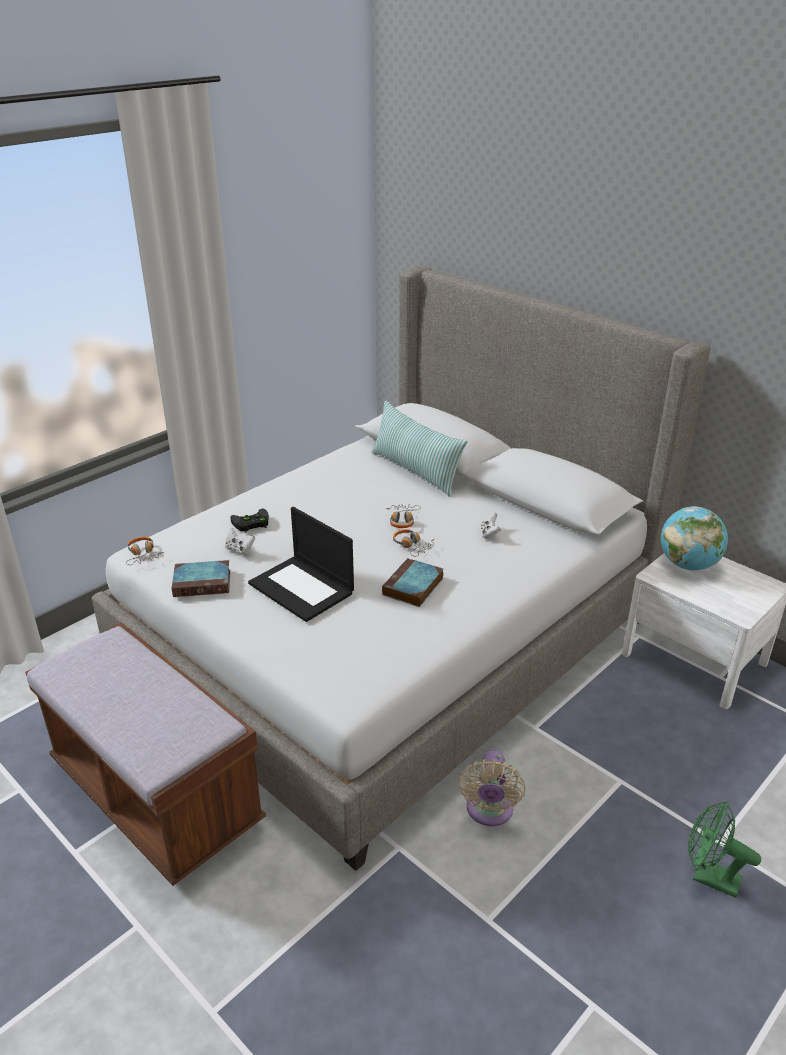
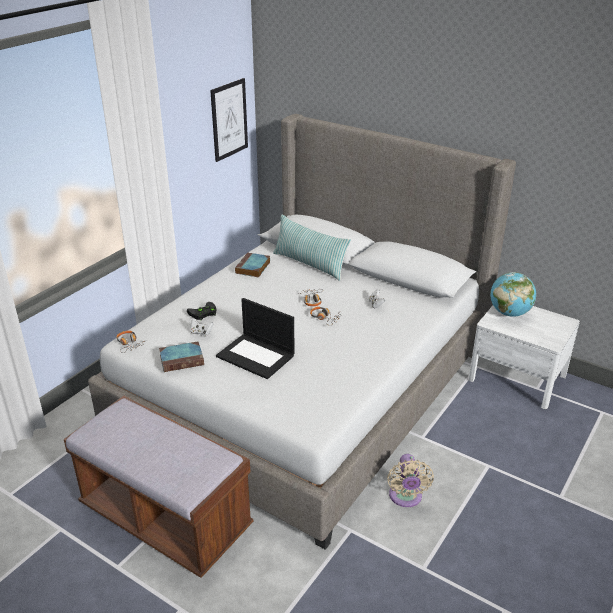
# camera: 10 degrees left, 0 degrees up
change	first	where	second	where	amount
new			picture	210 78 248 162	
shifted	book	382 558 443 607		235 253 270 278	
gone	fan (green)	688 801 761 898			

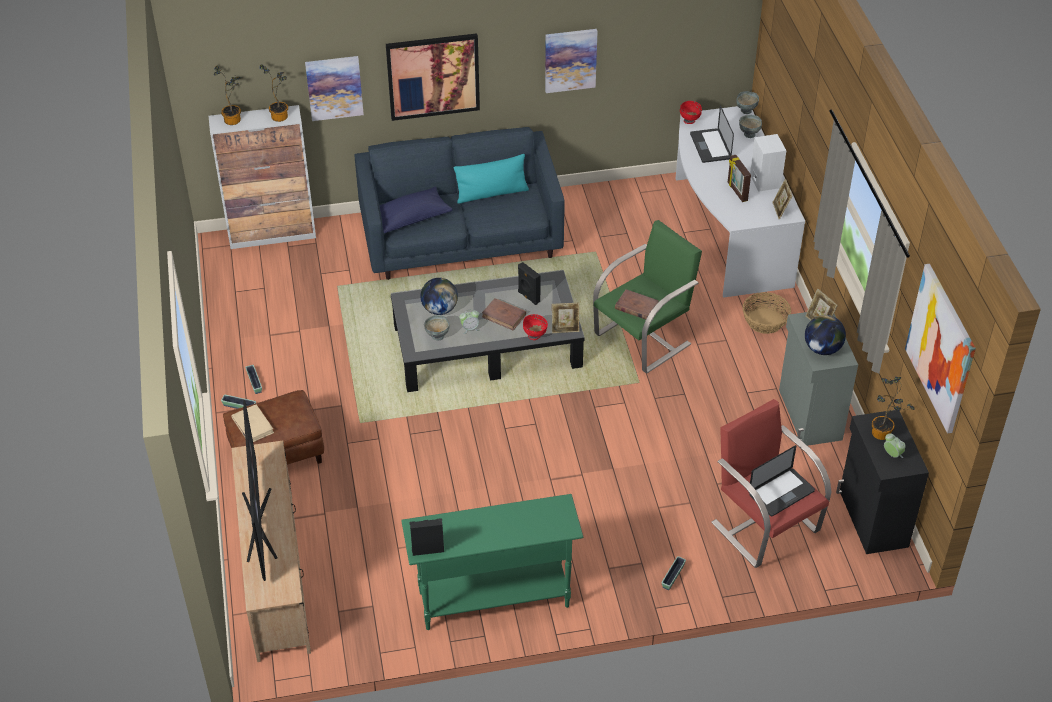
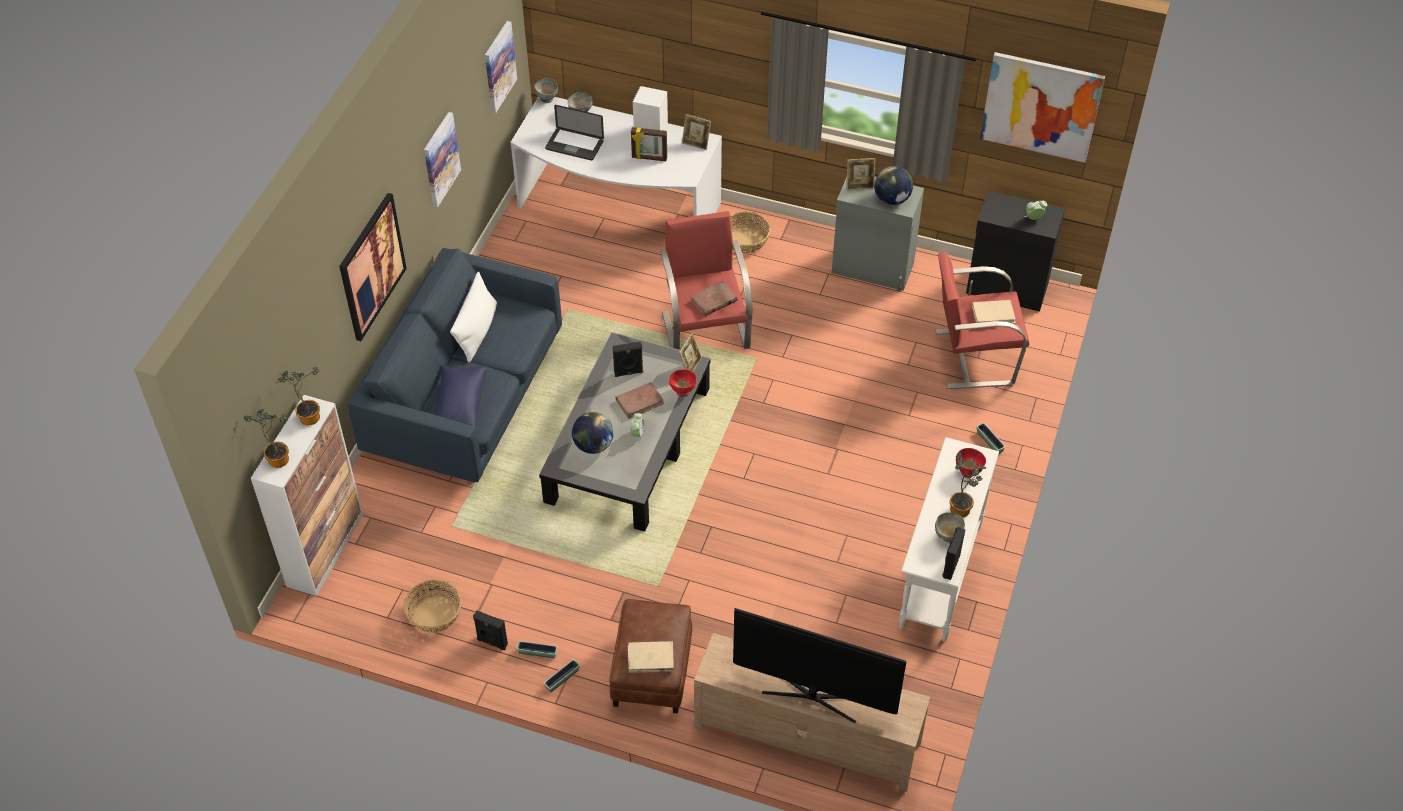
# camera: 60 degrees left, 5 degrees up
change	first	where	second	where	amount
new			basket	403 579 462 633	
repainted	pillow (turquoise)	454 154 529 204	pillow (white)	450 272 497 363	
new			speaker (black)	473 611 508 650	
shifted	picture	305 56 364 121		485 21 517 113	
repainted	armchair (green)	593 220 702 373	armchair (red)	660 211 752 350	
repainted	console table (green)	401 494 584 630	console table (white)	899 437 999 642	
shifted	bowl (grey)	424 315 450 341		935 512 965 542	
shifted	potted plant	872 377 915 440		950 452 986 517	
shifted	bowl (red)	680 101 702 124		956 448 986 478	
swapped	laptop	749 445 815 516	book (beige)	972 300 1016 324	

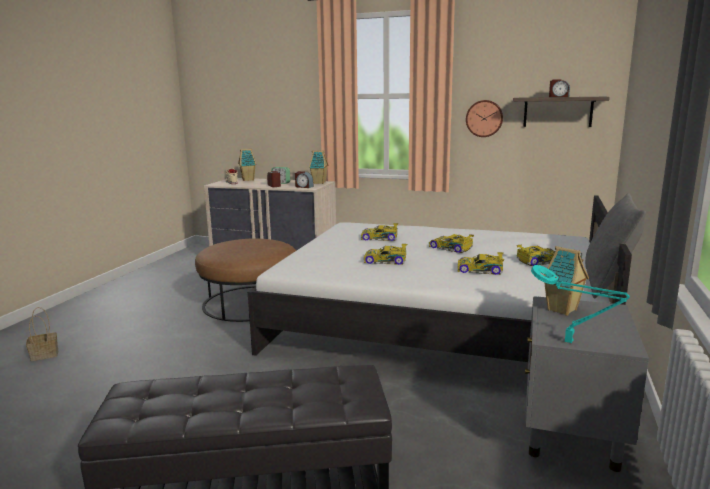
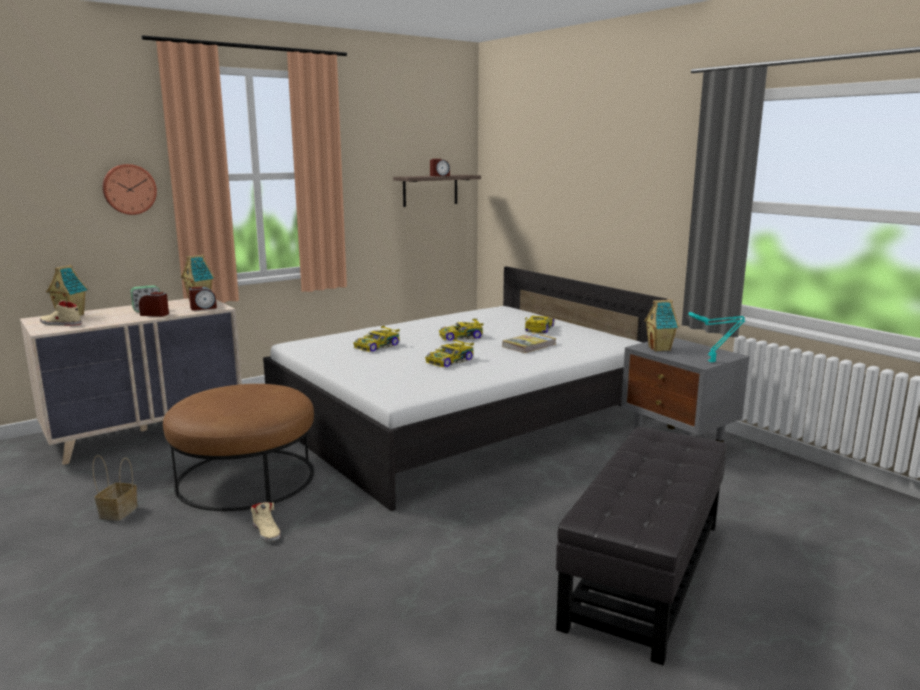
# camera: 55 degrees left, 0 degrees up
change	first	where	second	where	amount
shifted	basket	26 307 58 361		92 455 138 521	
shifted	wall clock	466 100 503 137		102 164 157 215	
new			shoe (beige)	251 502 281 542	
swapped	toy car	458 252 504 275	book	502 333 557 353	
gone	pillow (grey)	585 193 646 298			

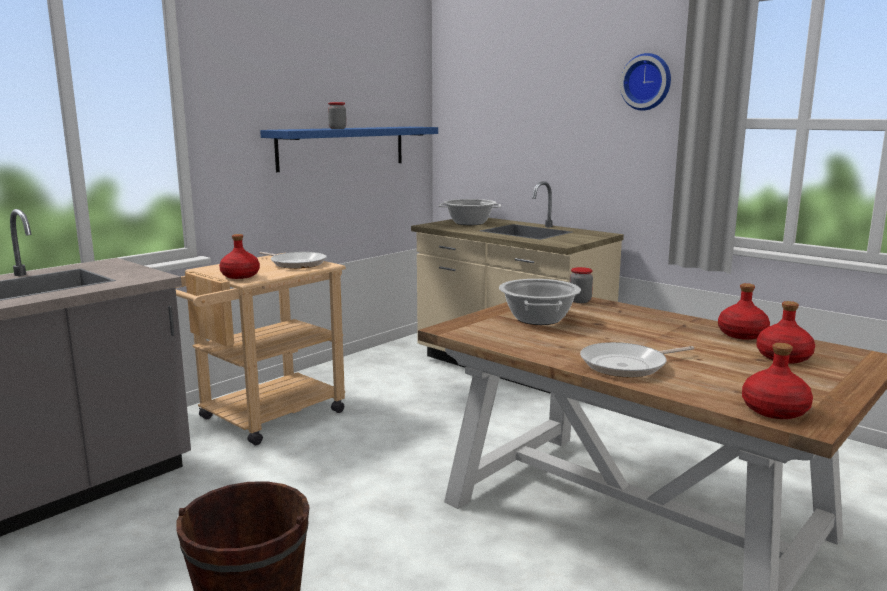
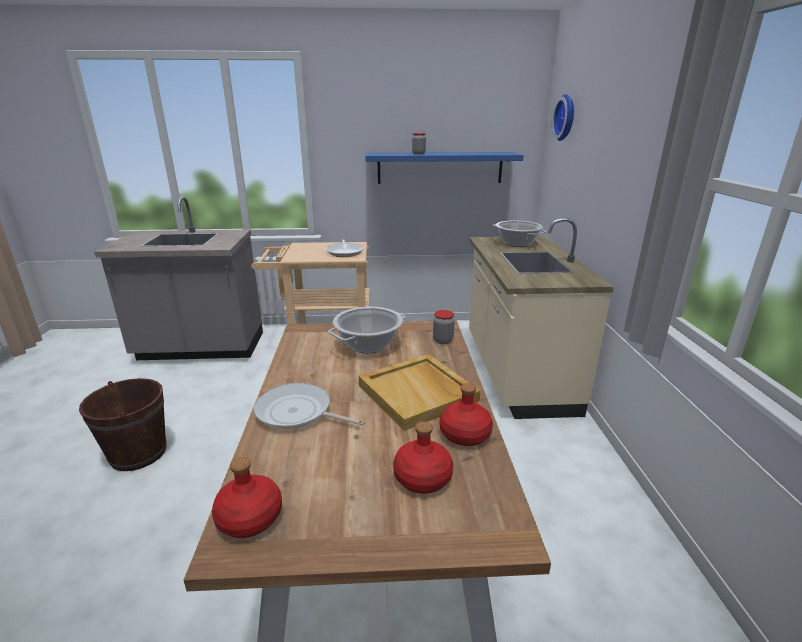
# camera: 45 degrees right, 10 degrees up
change	first	where	second	where	amount
new			tray (beige)	359 354 480 431	
shifted	wall clock	620 53 671 111		552 94 574 141	
gone	bottle (red)	219 234 260 279			

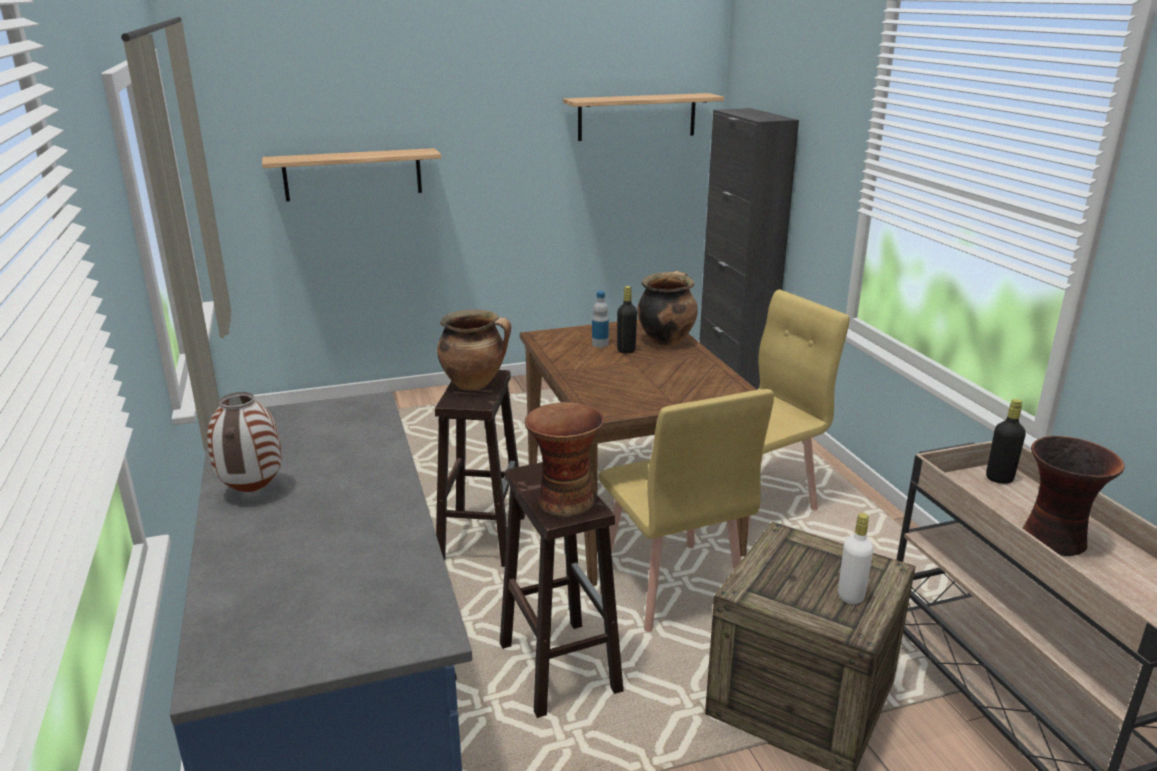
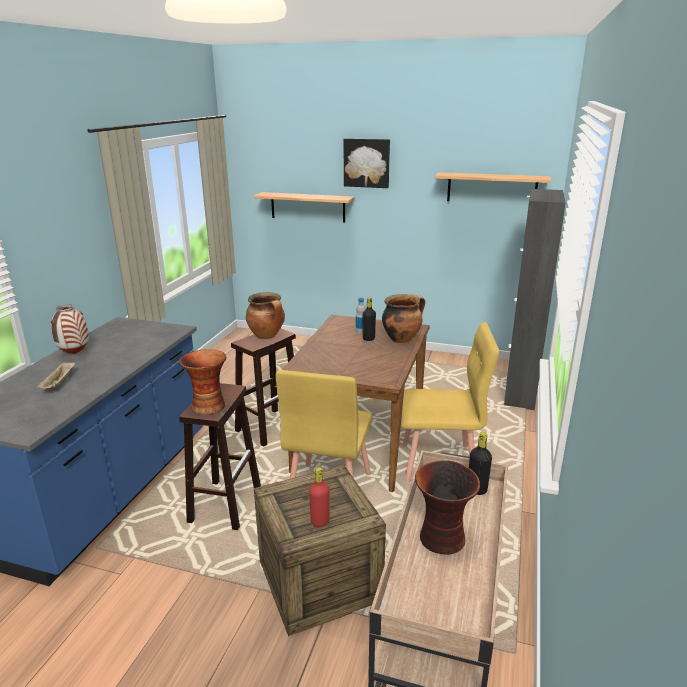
# camera: 35 degrees right, 0 degrees up
change	first	where	second	where	amount
new			tray (beige)	37 361 75 389	
repainted	bottle (white)	838 513 873 604	bottle (red)	309 467 330 527	
new			picture	344 138 390 188	

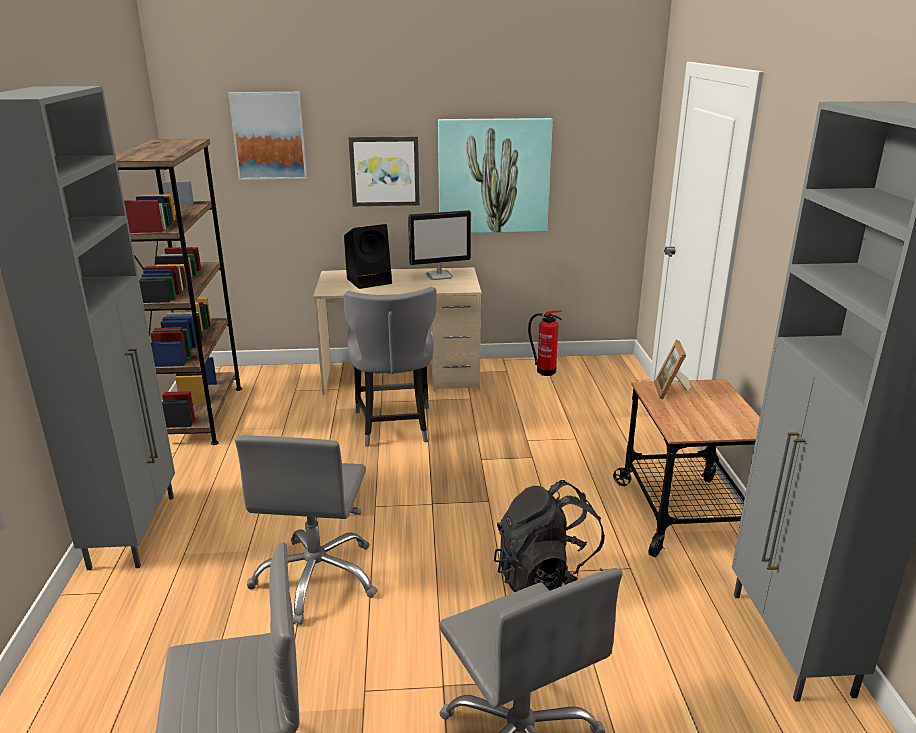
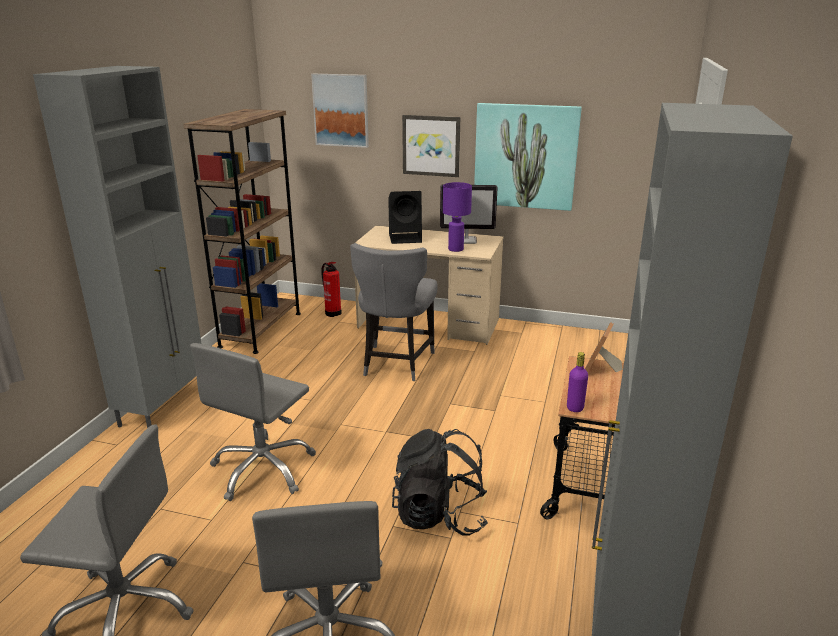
# camera: 20 degrees right, 0 degrees up
change	first	where	second	where	amount
shifted	fire extinguisher	528 310 562 376		321 262 342 317	
new			table lamp (purple)	443 182 472 252	
new			bottle (purple)	567 352 588 412	

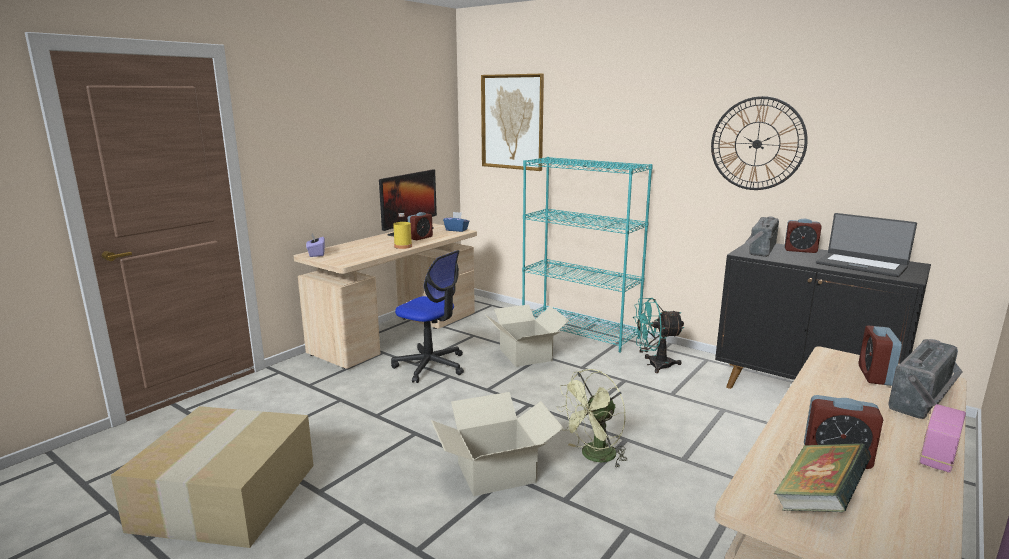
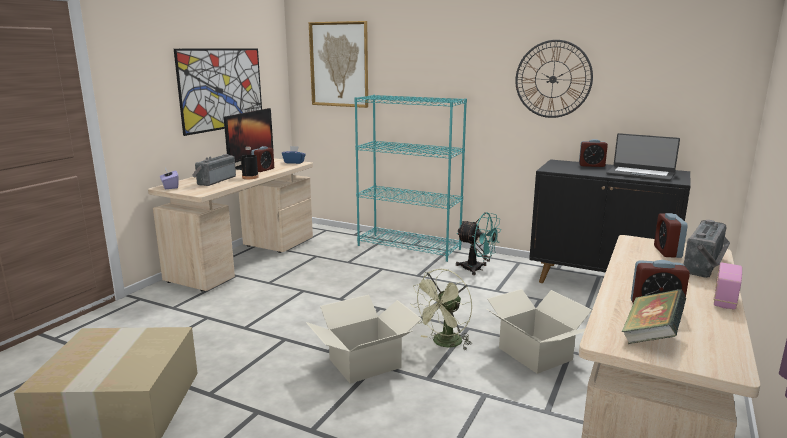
# camera: 10 degrees left, 0 degrees up
change	first	where	second	where	amount
new			picture	174 48 262 136	
shifted	radio	745 217 779 257		192 154 236 186	
repainted	bottle (yellow)	393 213 412 249	bottle (black)	241 147 259 179	
rotated	fan (turquoise)	633 298 684 373		456 212 501 275	135 degrees counterclockwise
shifted	cardboard box	484 305 569 367		487 289 592 374	
gone	office chair	391 250 464 383			

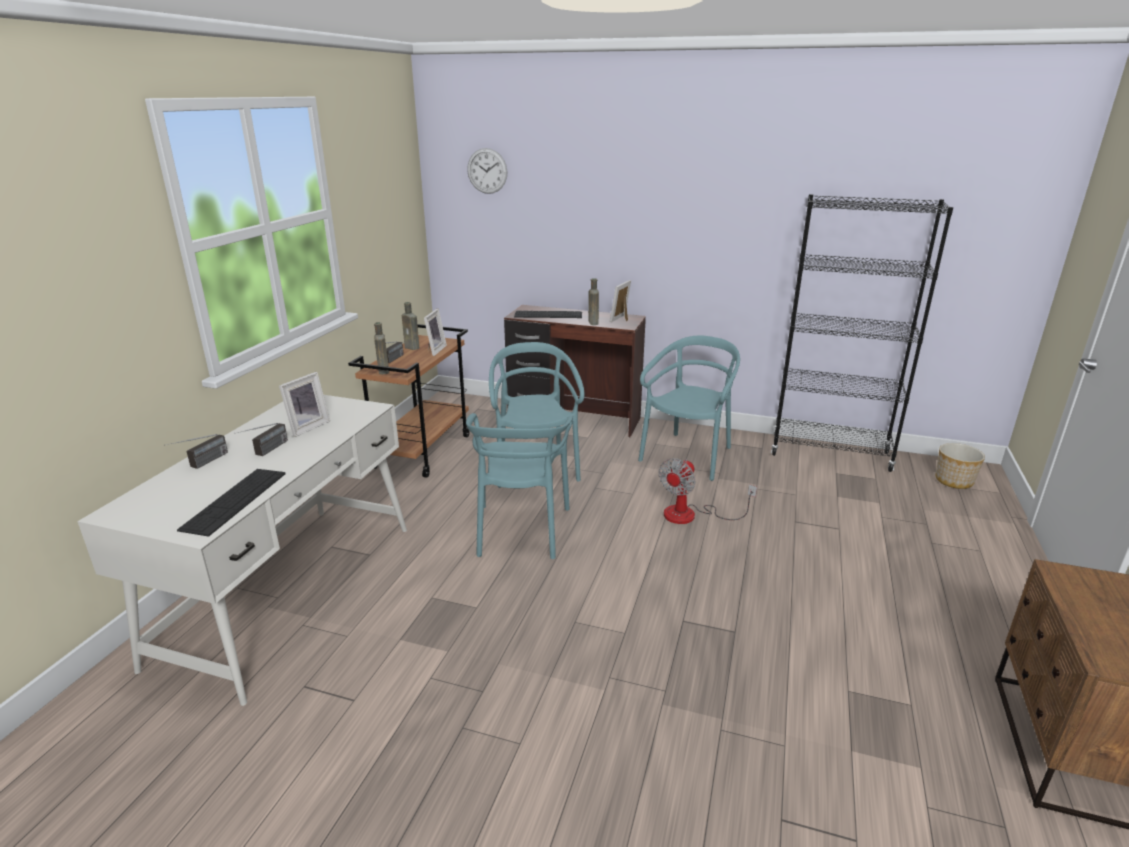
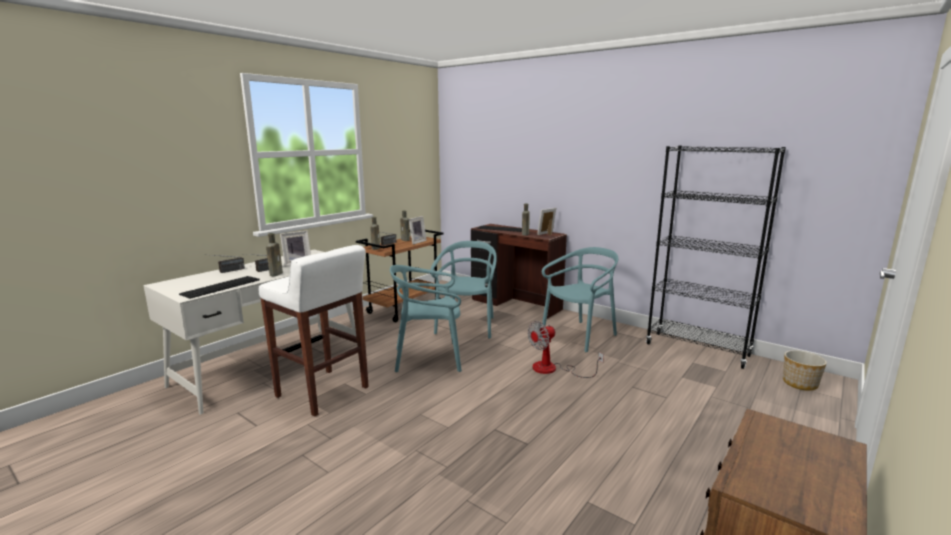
# camera: 20 degrees right, 10 degrees down
change	first	where	second	where	amount
new			stool (white)	258 245 369 417	
new			bottle (brown)	266 233 283 276	
rotated	chair (turquoise)	466 413 573 559		390 265 462 372	60 degrees clockwise
gone	wall clock	467 148 507 194			

